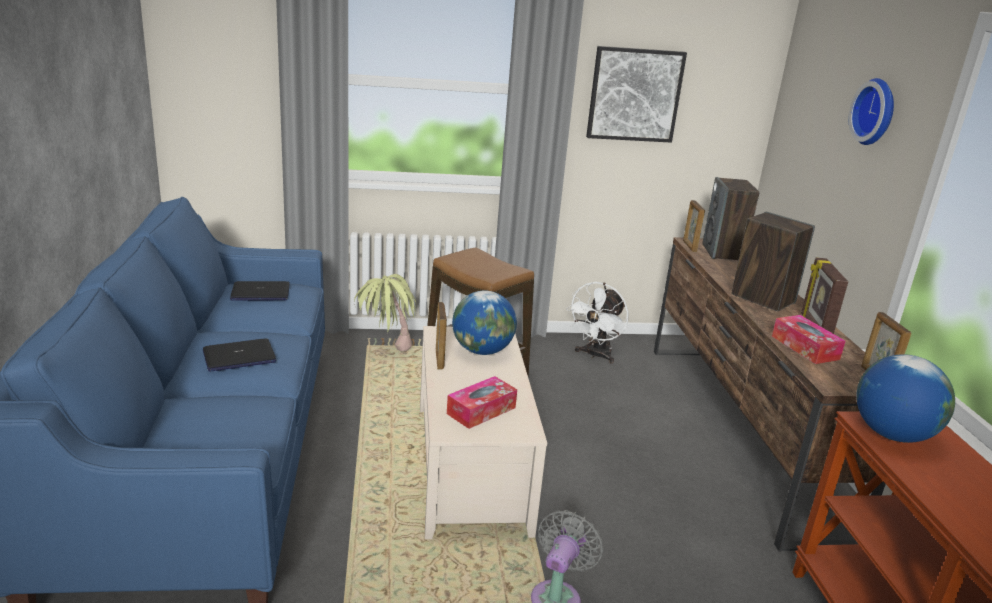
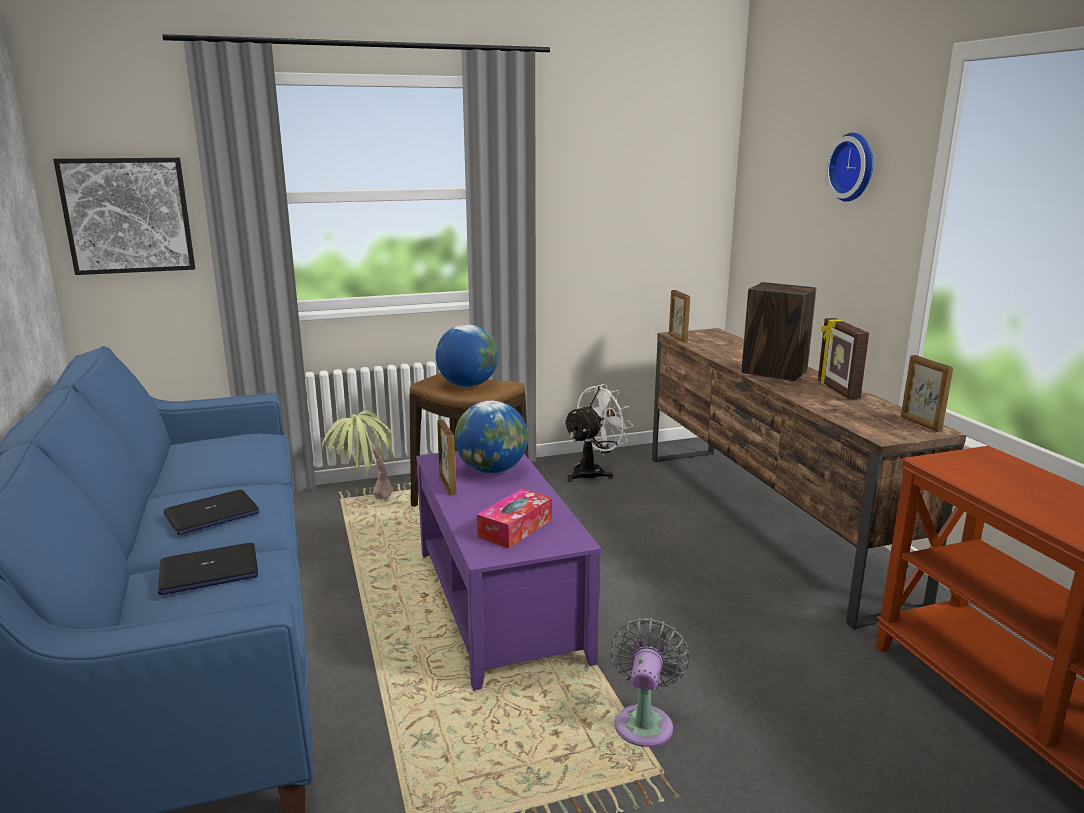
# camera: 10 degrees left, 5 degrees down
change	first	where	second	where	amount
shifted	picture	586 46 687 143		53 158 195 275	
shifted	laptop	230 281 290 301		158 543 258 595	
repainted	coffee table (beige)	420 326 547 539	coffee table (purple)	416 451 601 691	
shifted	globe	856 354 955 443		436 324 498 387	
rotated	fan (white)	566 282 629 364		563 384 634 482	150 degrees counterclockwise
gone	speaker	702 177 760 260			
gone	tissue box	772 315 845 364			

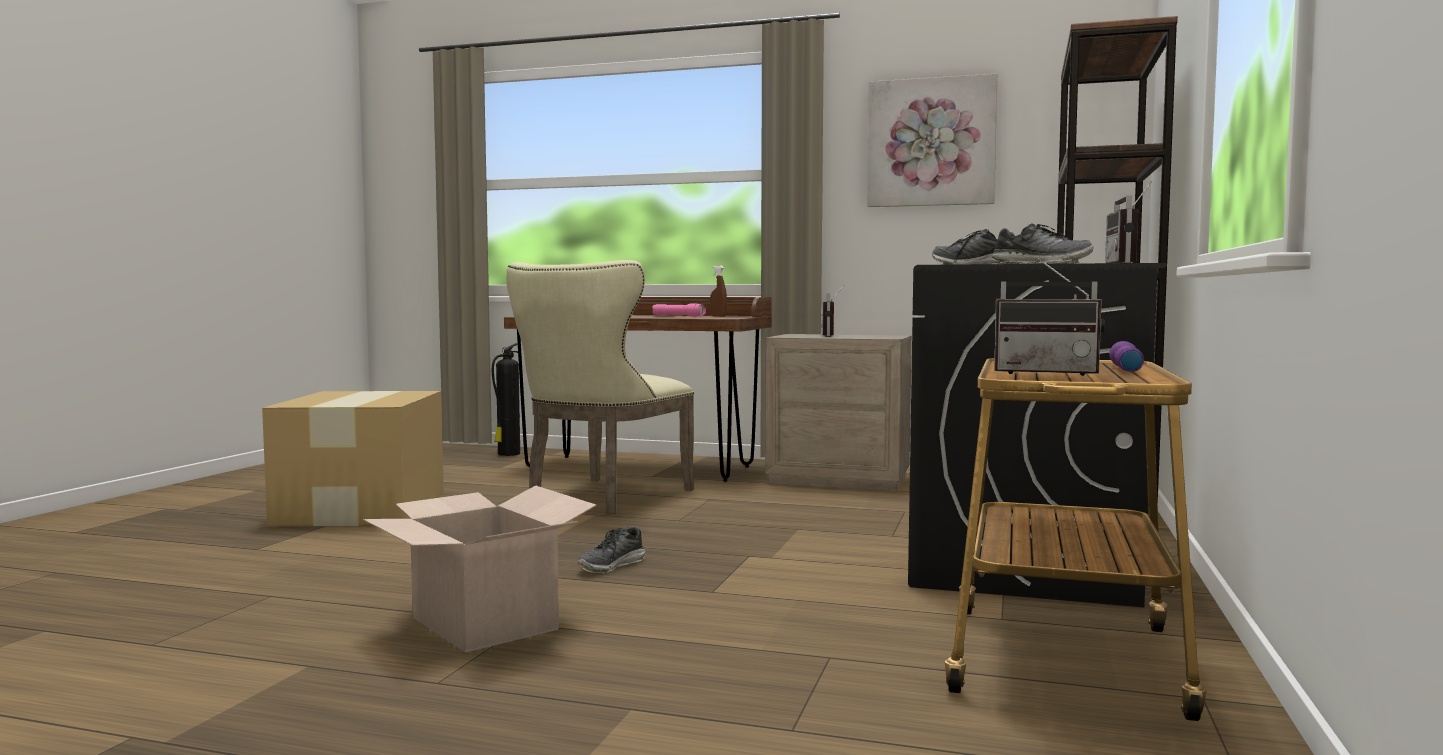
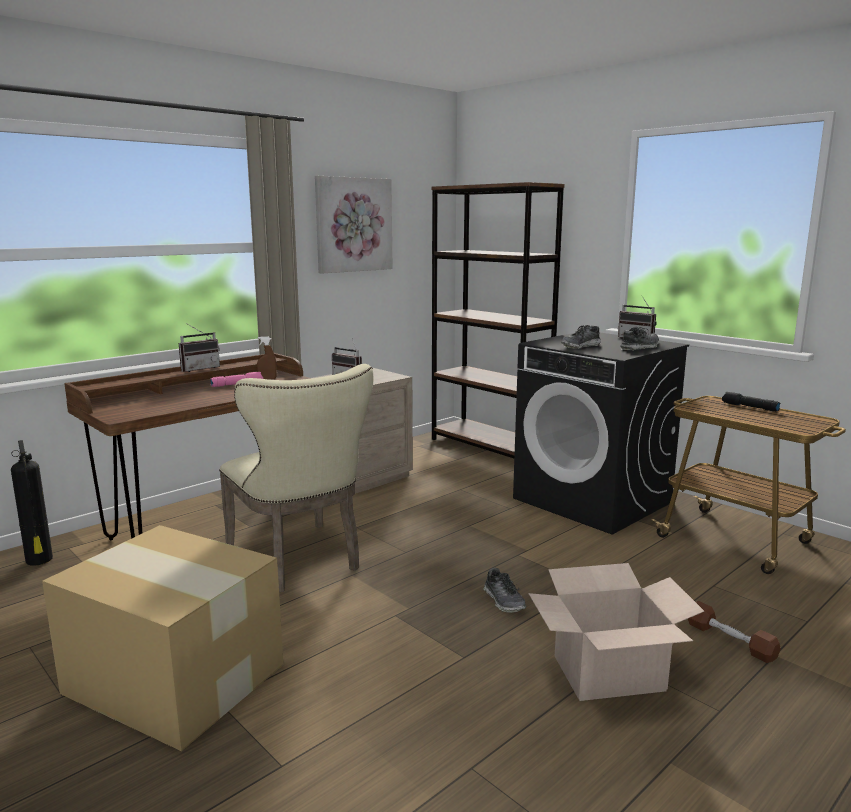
# camera: 60 degrees left, 10 degrees up
change	first	where	second	where	amount
shifted	radio	994 258 1104 376		179 324 220 372	
new			dumbbell (brown)	688 601 781 663	
repainted	flashlight (purple)	1109 341 1144 372	flashlight (black)	722 392 780 412	

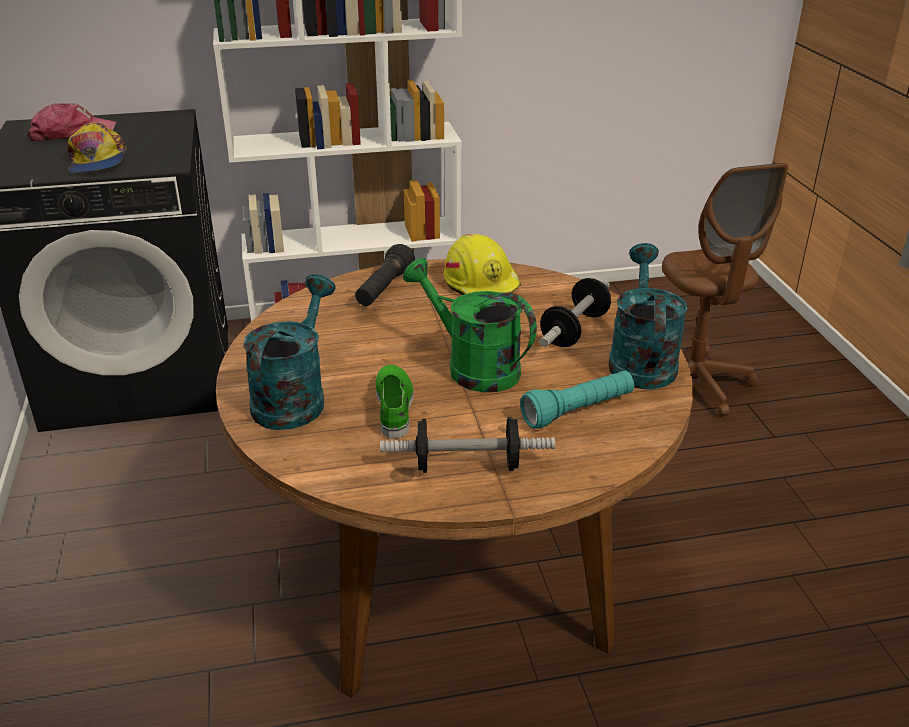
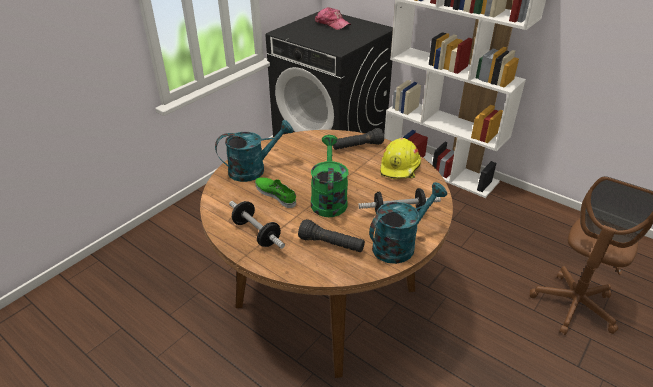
# camera: 50 degrees right, 5 degrees up
change	first	where	second	where	amount
rotated	shoe (green)	376 365 414 439		255 177 296 208	90 degrees counterclockwise
repainted	flashlight (turquoise)	520 370 634 429	flashlight (black)	298 219 365 253	
gone	cap	67 122 127 174			

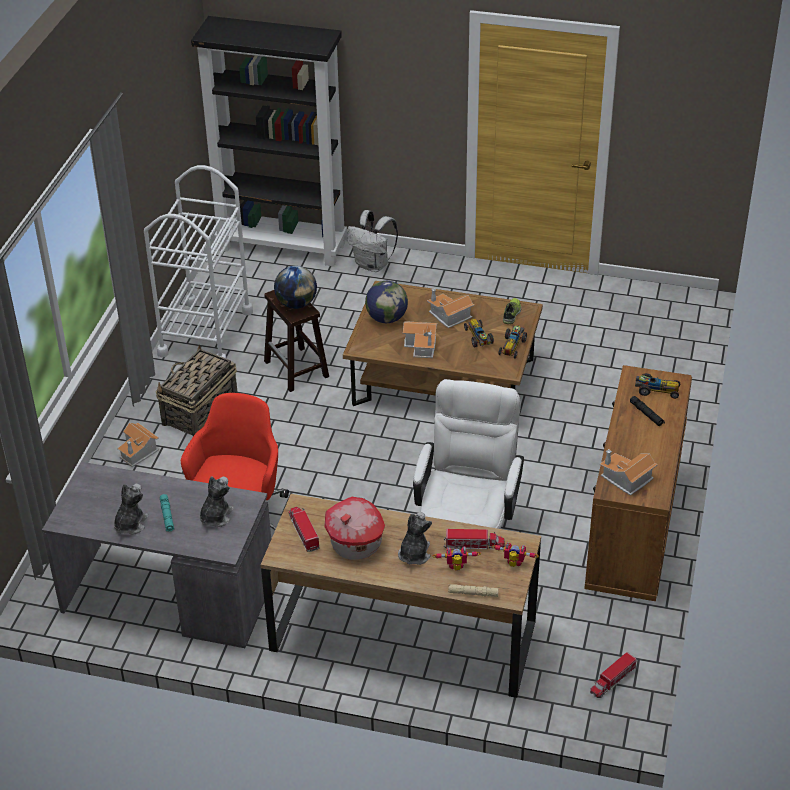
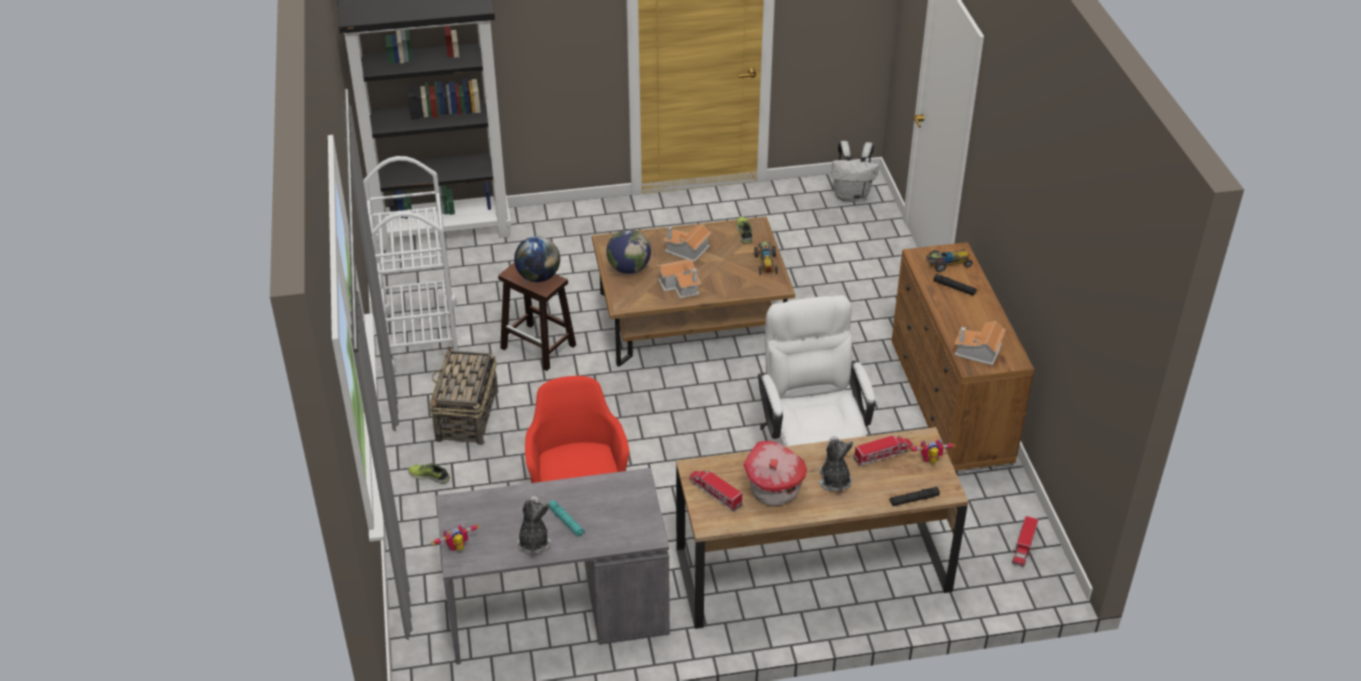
# camera: 25 degrees left, 0 degrees up
change	first	where	second	where	amount
swapped	toy house	117 422 159 467	shoe	408 463 450 484	
shifted	toy robot	432 546 481 571		431 523 480 551	
shifted	backpack (white)	347 210 398 272		831 141 879 202	
repainted	flashlight (beige)	448 584 499 597	flashlight (black)	889 487 940 506	
gone	plush toy	200 476 234 527			
gone	toy car	464 319 494 348			

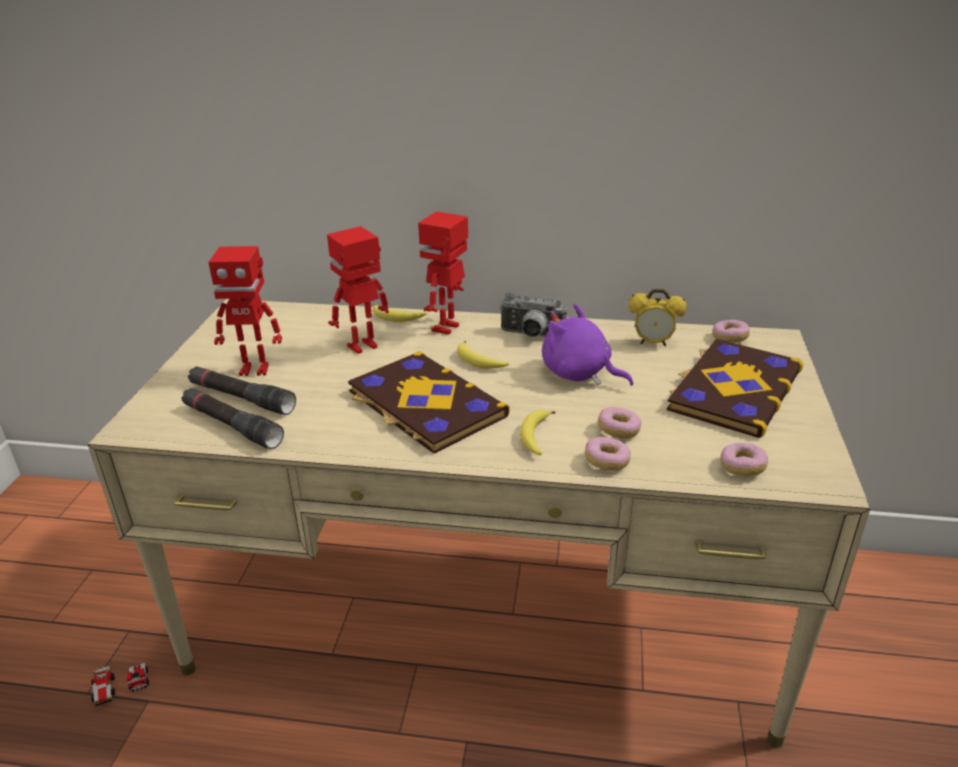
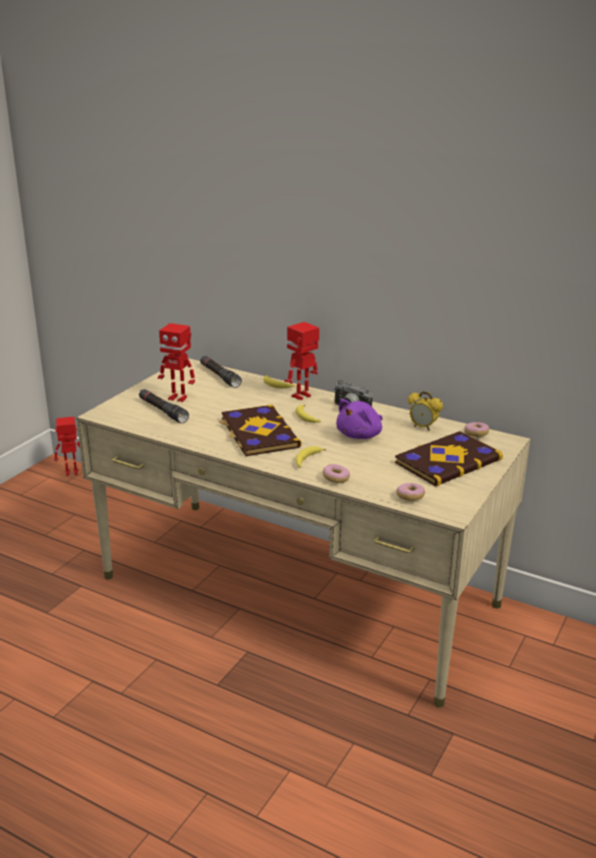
# camera: 20 degrees right, 5 degrees down
change	first	where	second	where	amount
shifted	toy robot	327 226 389 354		54 417 80 476	
shifted	flashlight (black)	182 388 284 449		200 356 242 388	
rotated	plush toy (purple)	542 304 633 386		336 399 383 439	105 degrees counterclockwise
gone	toy car	91 663 149 706			
gone	donut	598 407 642 438			

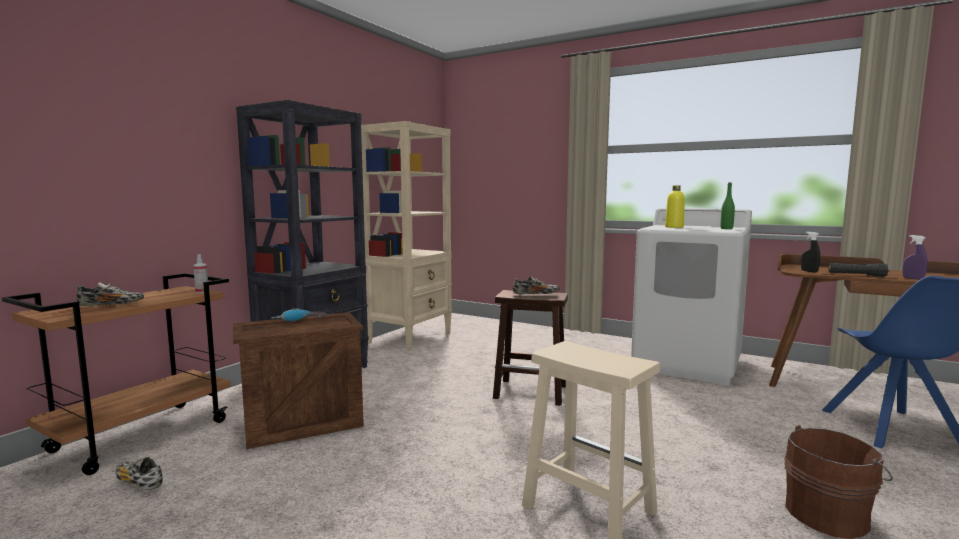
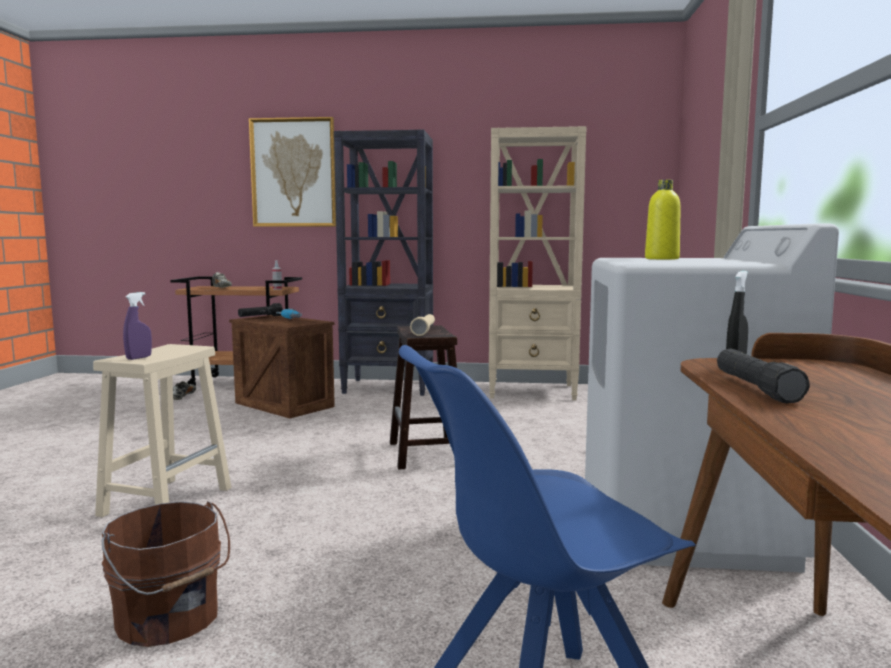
# camera: 65 degrees right, 0 degrees up
change	first	where	second	where	amount
shifted	spray bottle (purple)	902 235 928 280		123 292 152 360	
new			flashlight (black)	238 303 283 317	
new			picture	249 117 336 227	
swapped	shoe	513 276 560 295	flashlight (beige)	410 314 435 336	
gone	bottle (green)	721 182 735 229			

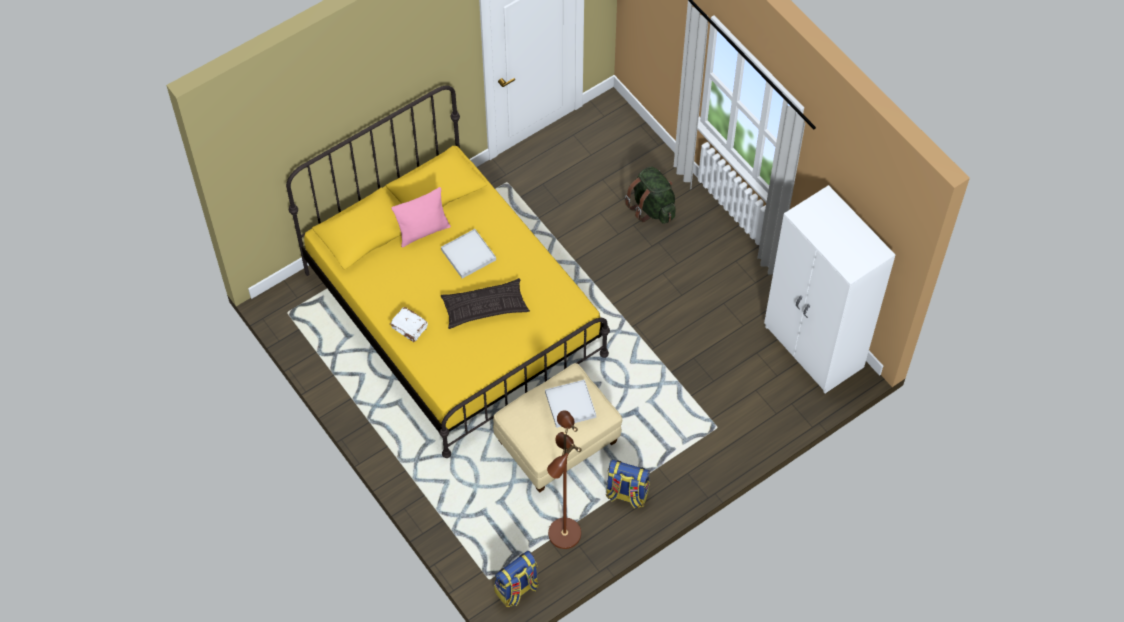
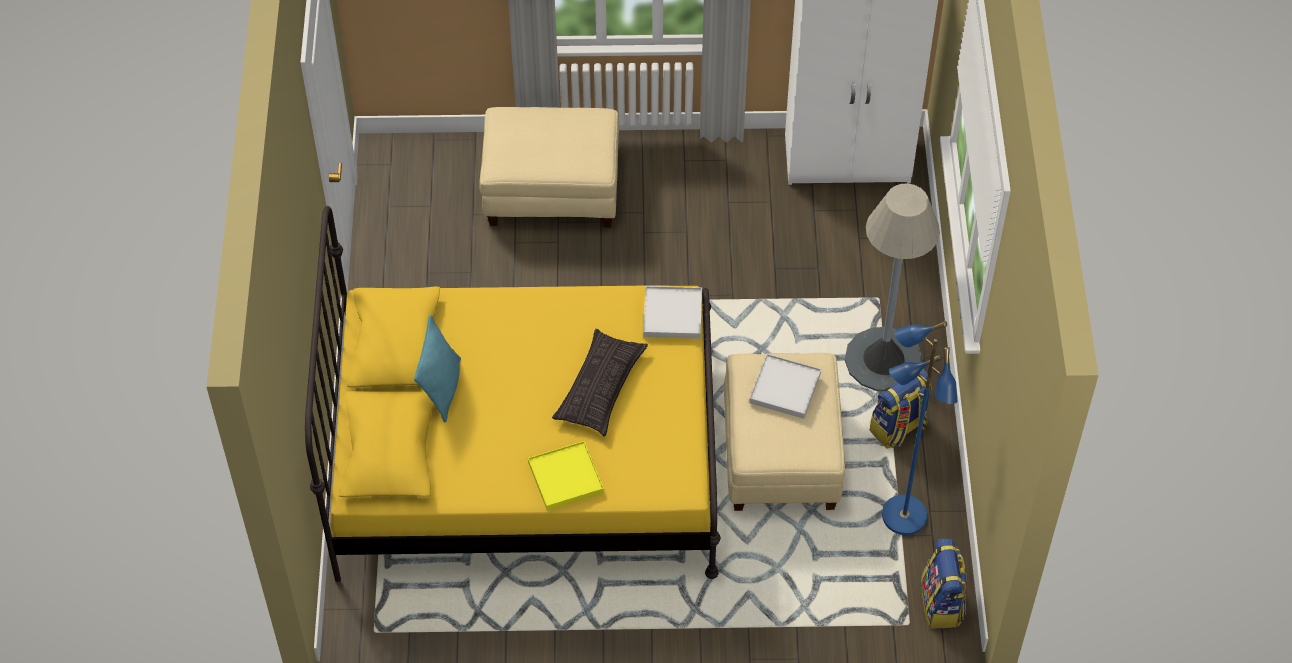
# camera: 55 degrees left, 5 degrees down
change	first	where	second	where	amount
repainted	pillow (pink)	391 187 451 247	pillow (turquoise)	414 315 461 423	
swapped	backpack (green)	625 166 676 224	ottoman (beige)	479 107 619 228	
swapped	book (white)	390 307 428 342	tray (yellow)	528 441 604 511	
shifted	tray (white)	441 229 496 279		643 286 702 339	
new			floor lamp (grey)	845 184 940 392	
repainted	floor lamp (brown)	547 410 582 549	floor lamp (blue)	882 321 957 536	

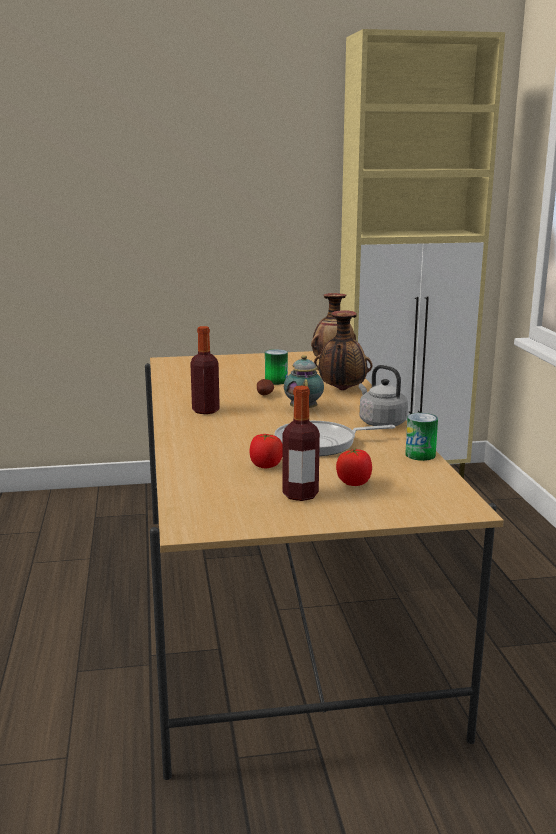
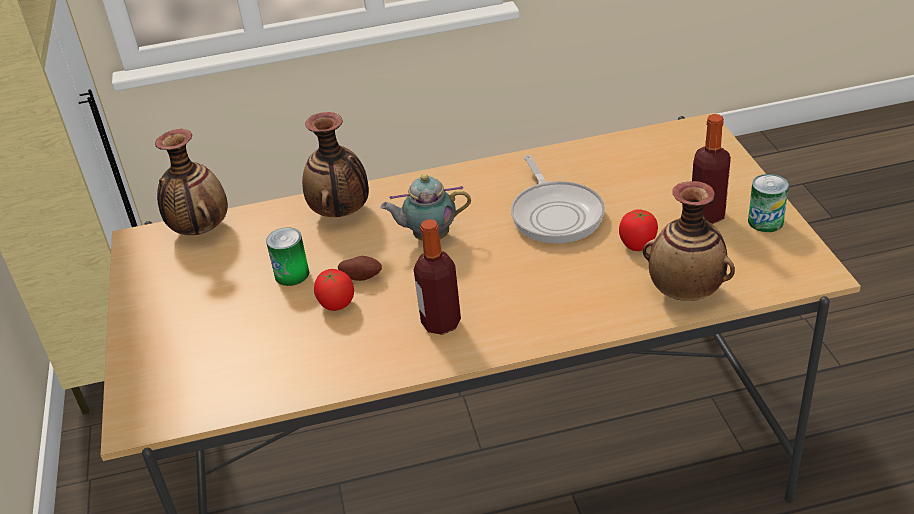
# camera: 90 degrees left, 20 degrees up
change	first	where	second	where	amount
shifted	tomato	336 448 372 486		314 269 354 311	
new			vase	643 181 735 301	
shifted	can	405 413 438 461		748 174 789 232	
gone	kettle (grey)	359 365 408 426			

